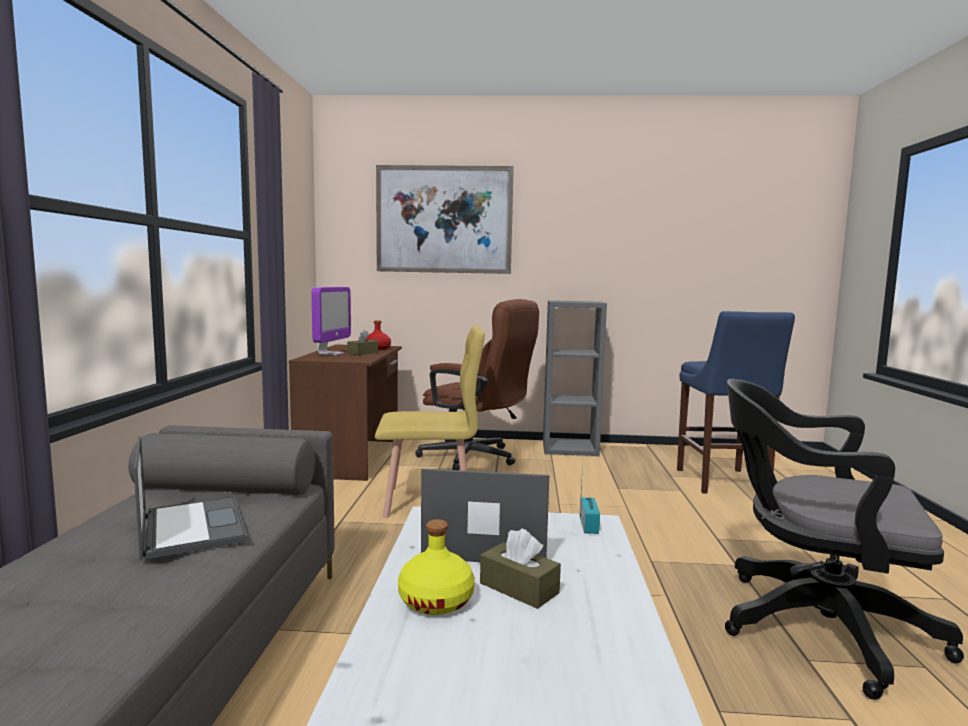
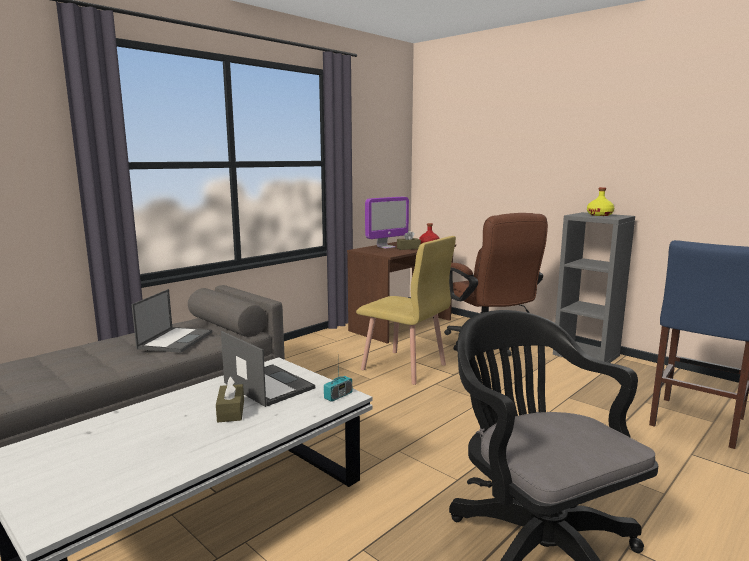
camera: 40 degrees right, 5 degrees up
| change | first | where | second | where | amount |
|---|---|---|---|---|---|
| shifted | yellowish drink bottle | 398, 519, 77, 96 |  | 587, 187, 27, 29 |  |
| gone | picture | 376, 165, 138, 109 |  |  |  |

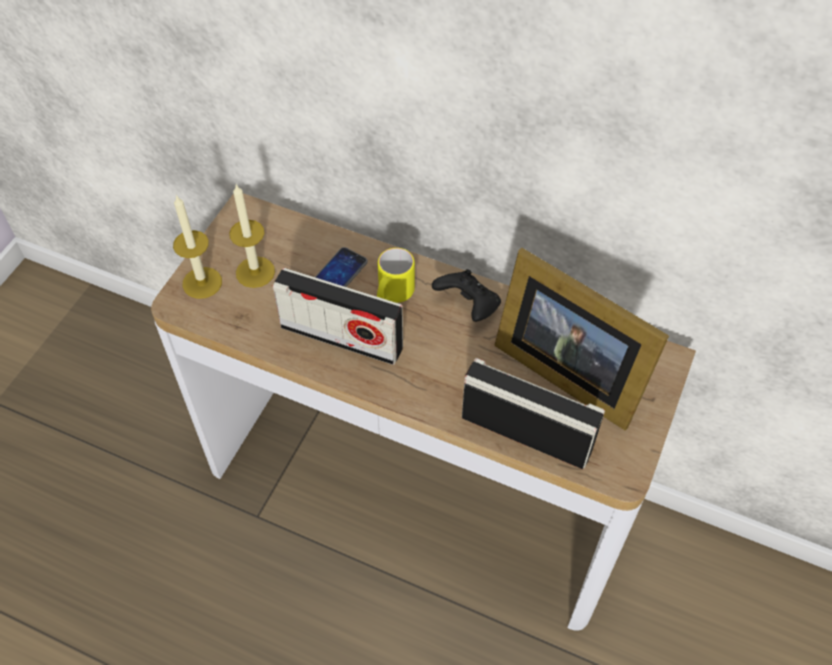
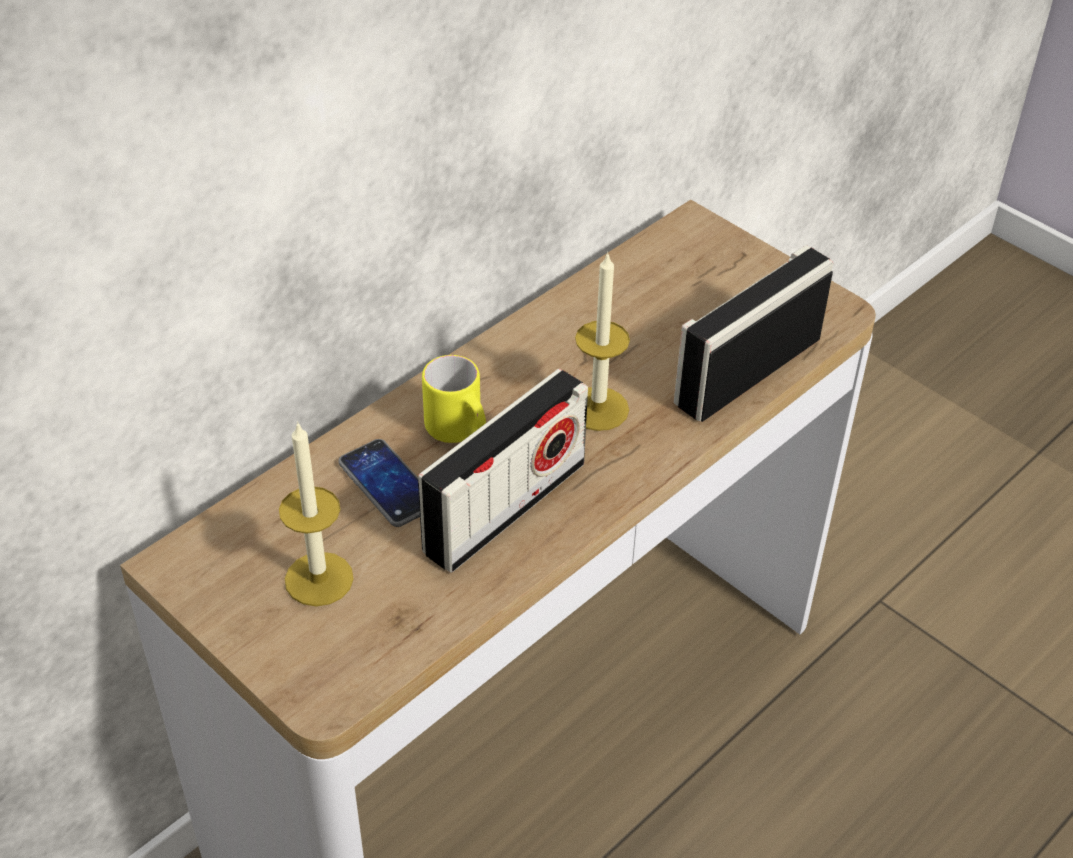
camera: 70 degrees left, 10 degrees down
| change | first | where | second | where | amount |
|---|---|---|---|---|---|
| shifted | wax light | 173, 195, 49, 104 |  | 575, 252, 55, 179 |  |
| gone | black-coloured joypad | 432, 269, 69, 53 |  |  |  |
| gone | photo frame | 494, 248, 175, 182 |  |  |  |

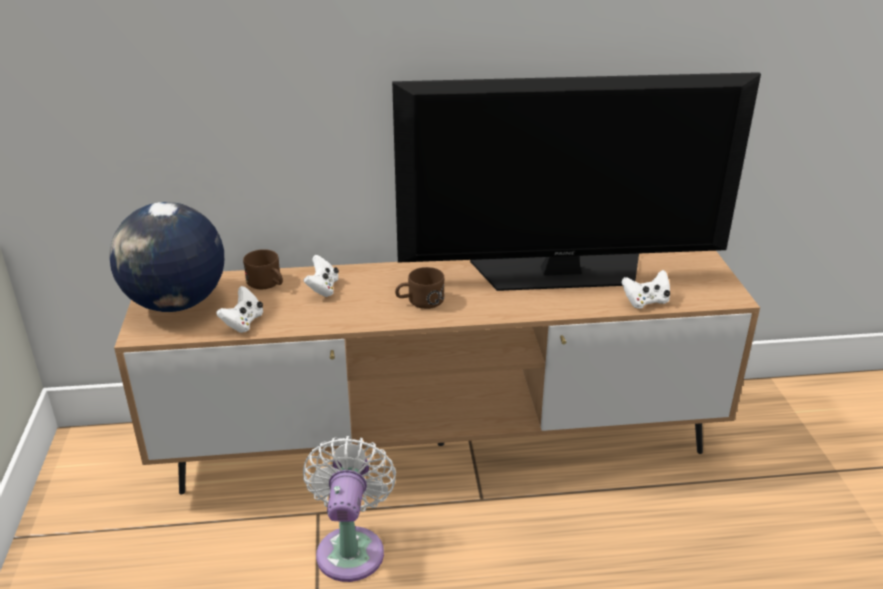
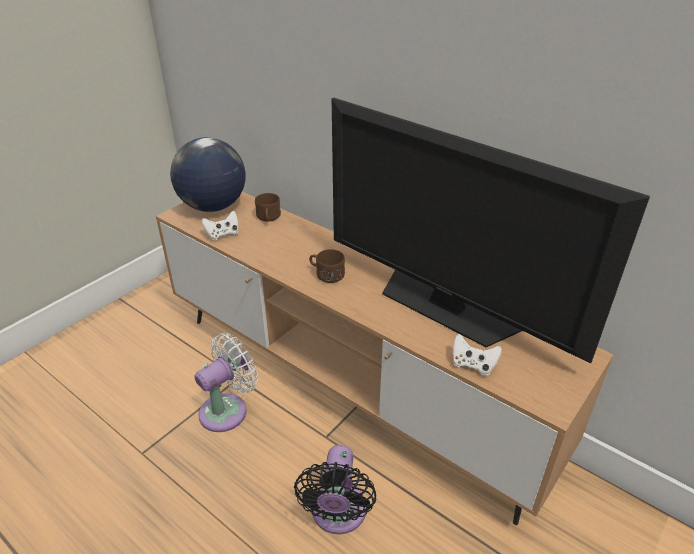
camera: 45 degrees right, 5 degrees up
| change | first | where | second | where | amount |
|---|---|---|---|---|---|
| new |  |  | black-coloured cooling fan | 294, 445, 82, 89 |  |
| gone | white-coloured joypad | 303, 255, 36, 42 |  |  |  |

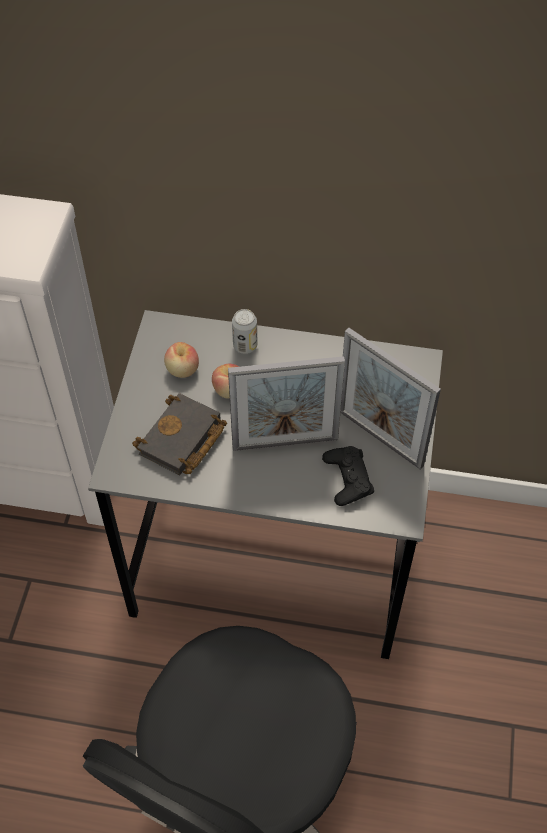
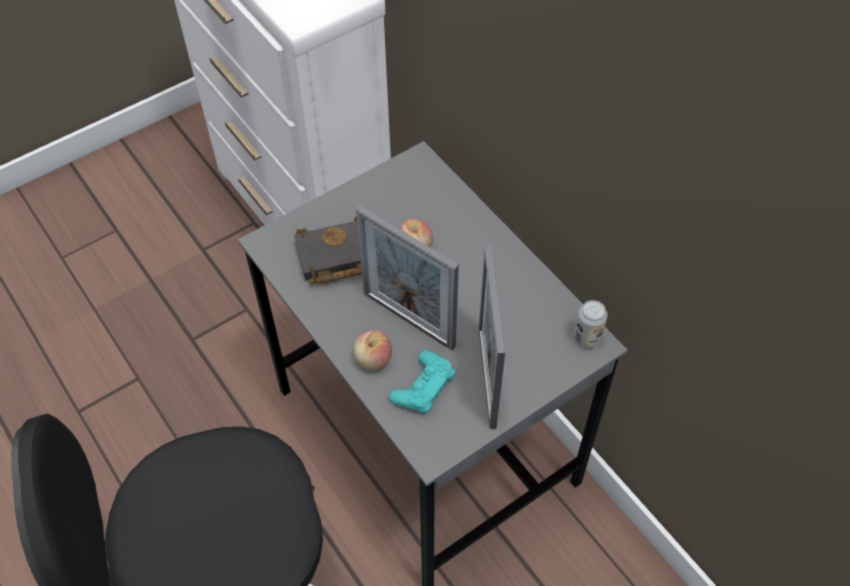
camera: 45 degrees right, 0 degrees up
| change | first | where | second | where | amount |
|---|---|---|---|---|---|
| shifted | whole apple | 164, 342, 35, 36 |  | 354, 330, 38, 41 |  |
| repainted | black-coloured joypad | 322, 446, 52, 60 | turquoise joypad | 389, 350, 67, 63 |  |
| shifted | sealed can | 232, 309, 25, 45 |  | 574, 300, 33, 48 |  |

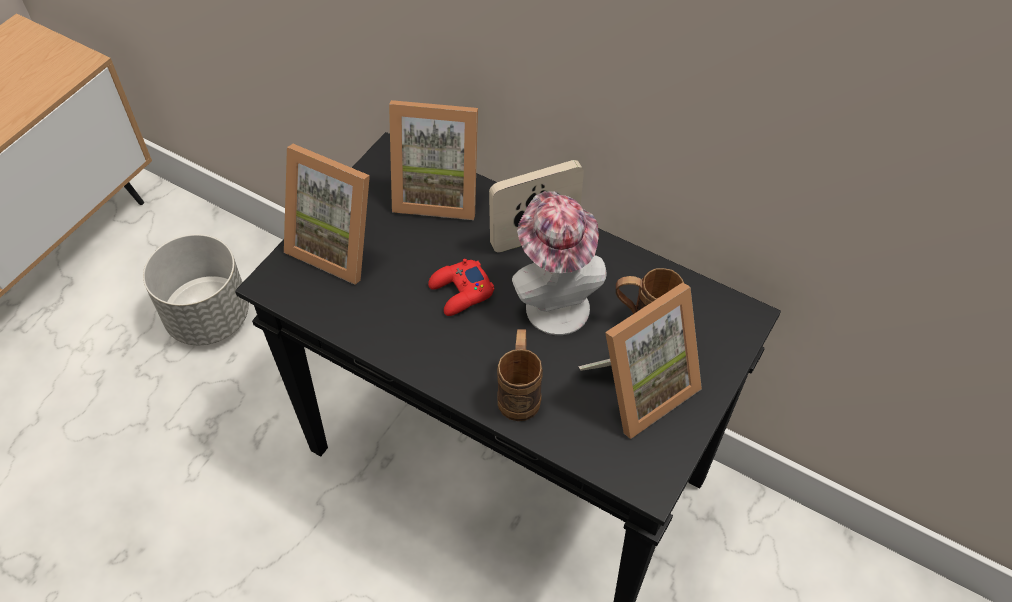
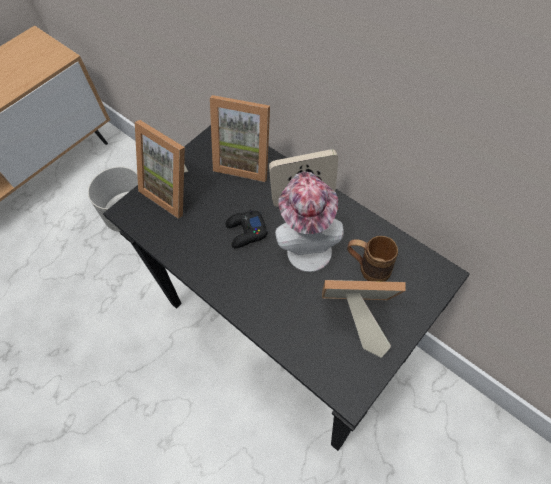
camera: 15 degrees right, 5 degrees up
| change | first | where | second | where | amount |
|---|---|---|---|---|---|
| repainted | reddish joypad | 428, 259, 66, 57 | black-coloured joypad | 225, 210, 43, 38 |  |
| rotated | photo frame | 578, 282, 124, 157 |  | 322, 280, 84, 78 | 150 degrees counterclockwise |
| gone | brown tea mug | 497, 329, 46, 92 |  |  |  |

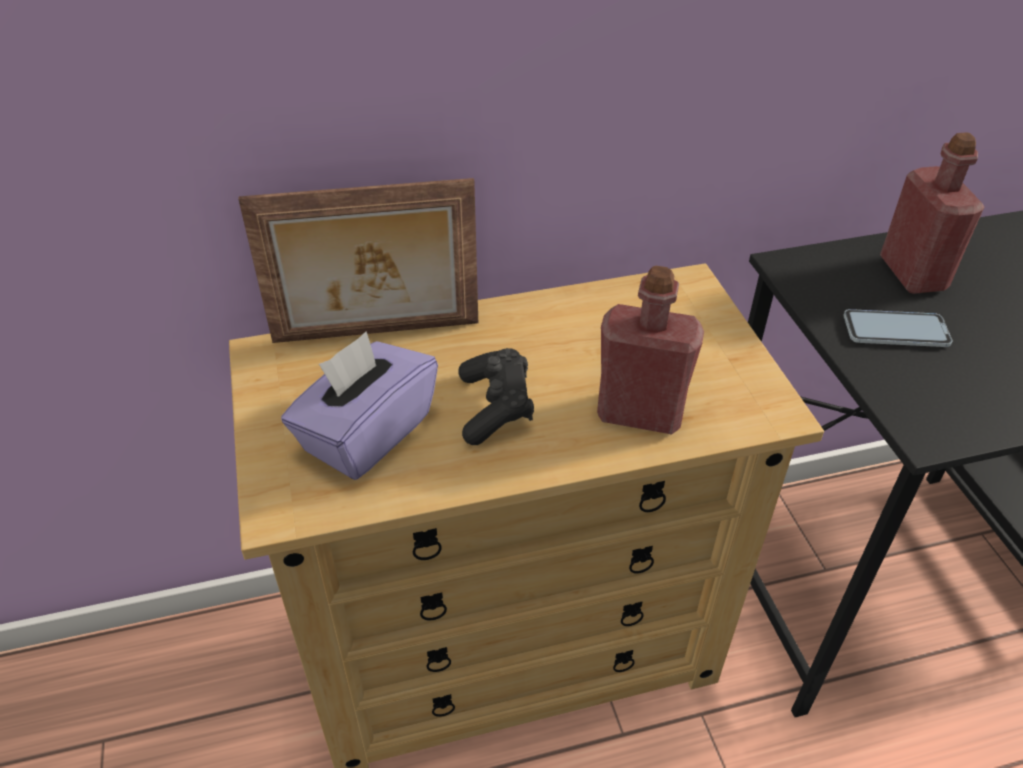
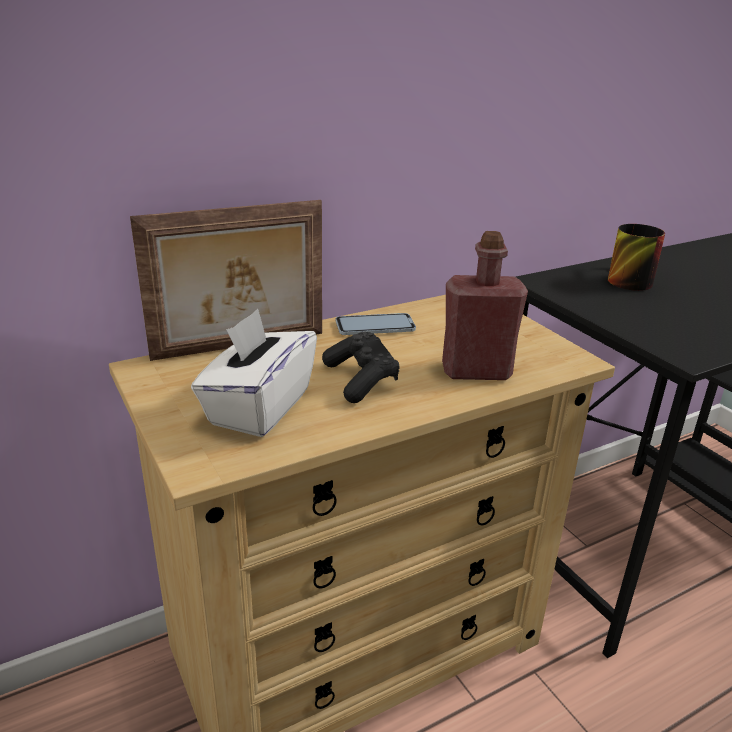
camera: 15 degrees left, 15 degrees down
| change | first | where | second | where | amount |
|---|---|---|---|---|---|
| repainted | purple tissue box | 281, 331, 157, 149 | white-coloured tissue box | 191, 309, 126, 128 |  |
| shifted | handset | 843, 309, 110, 38 |  | 336, 313, 80, 22 |  |
| swapped | reddish drink bottle | 880, 132, 105, 162 | tea mug | 608, 224, 57, 67 |  |

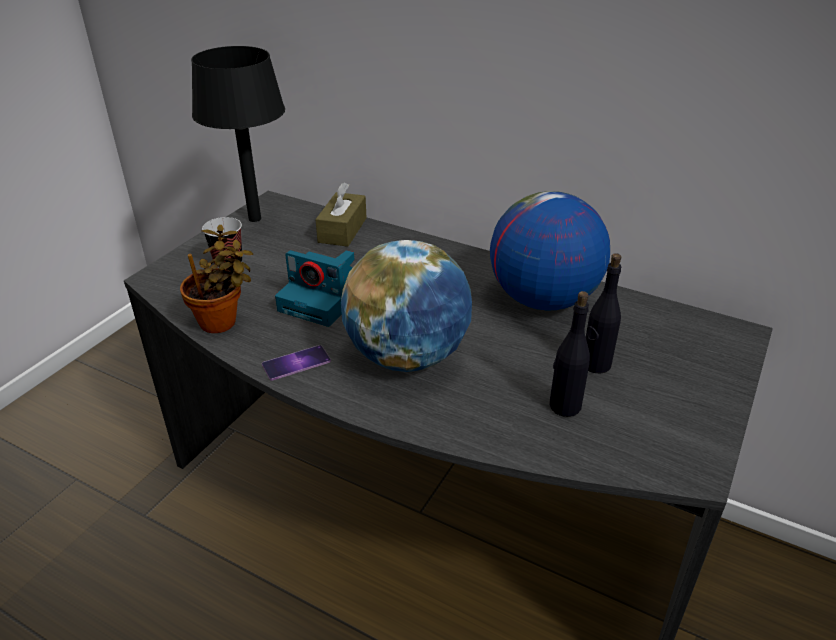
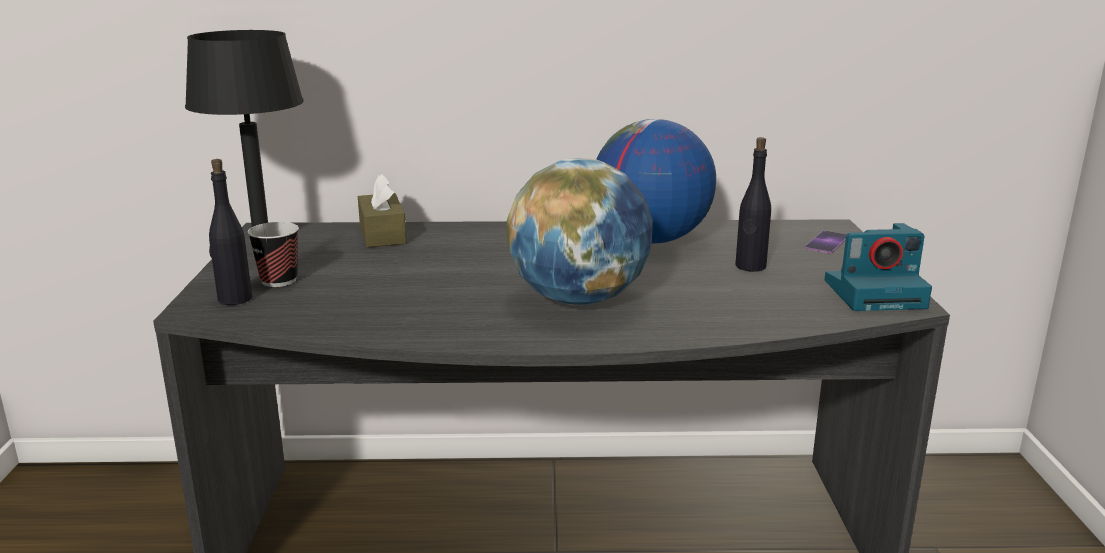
camera: 30 degrees left, 15 degrees down
| change | first | where | second | where | amount |
|---|---|---|---|---|---|
| shifted | black-coloured drink bottle | 550, 291, 40, 126 |  | 209, 159, 43, 146 |  |
| shifted | handset | 262, 345, 69, 36 |  | 804, 230, 43, 24 |  |
| shifted | photo camera | 275, 250, 79, 77 |  | 824, 223, 108, 88 |  |
| gone | houseplant | 180, 225, 73, 108 |  |  |  |

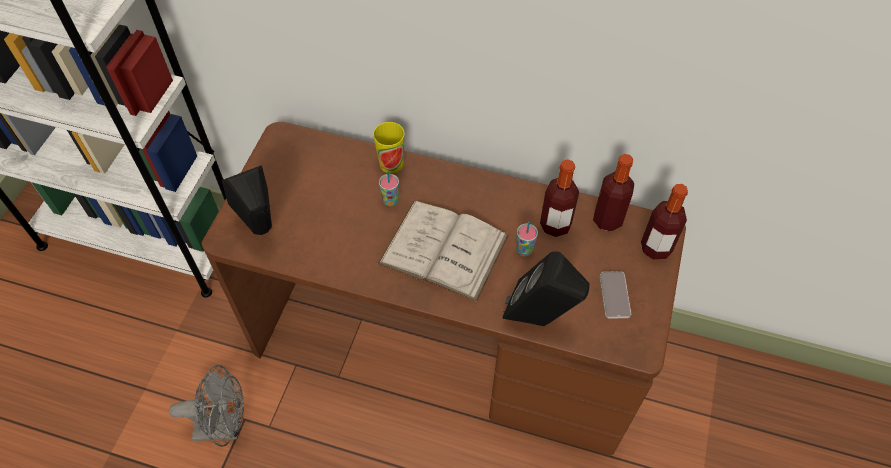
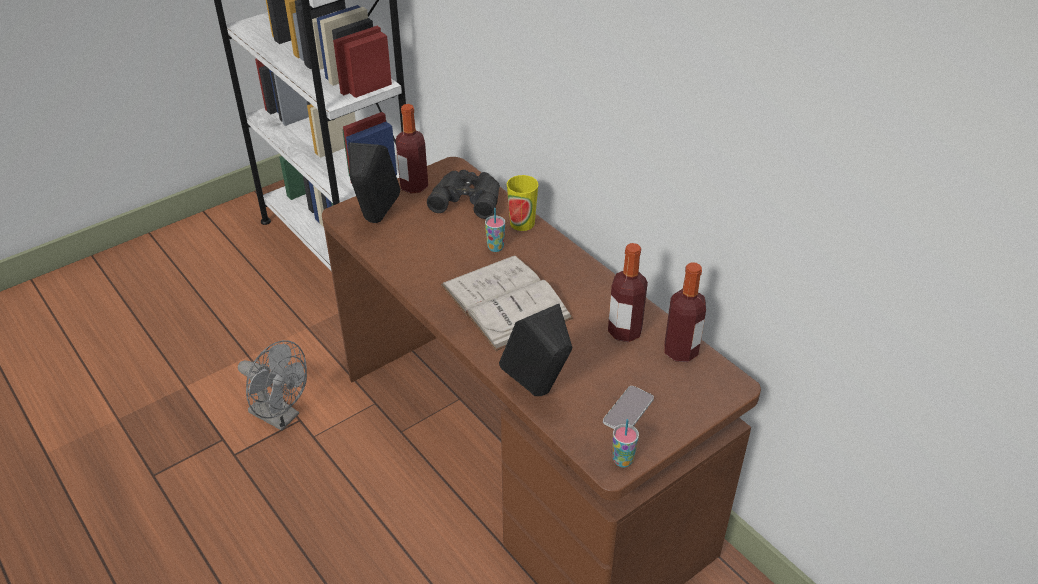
camera: 35 degrees right, 15 degrees down
| change | first | where | second | where | amount |
|---|---|---|---|---|---|
| shifted | drink bottle | 641, 184, 47, 76 |  | 396, 104, 32, 90 |  |
| new |  |  | black-coloured field glasses | 427, 170, 73, 49 |  |
| shifted | cup | 516, 222, 22, 34 |  | 613, 419, 26, 48 |  |

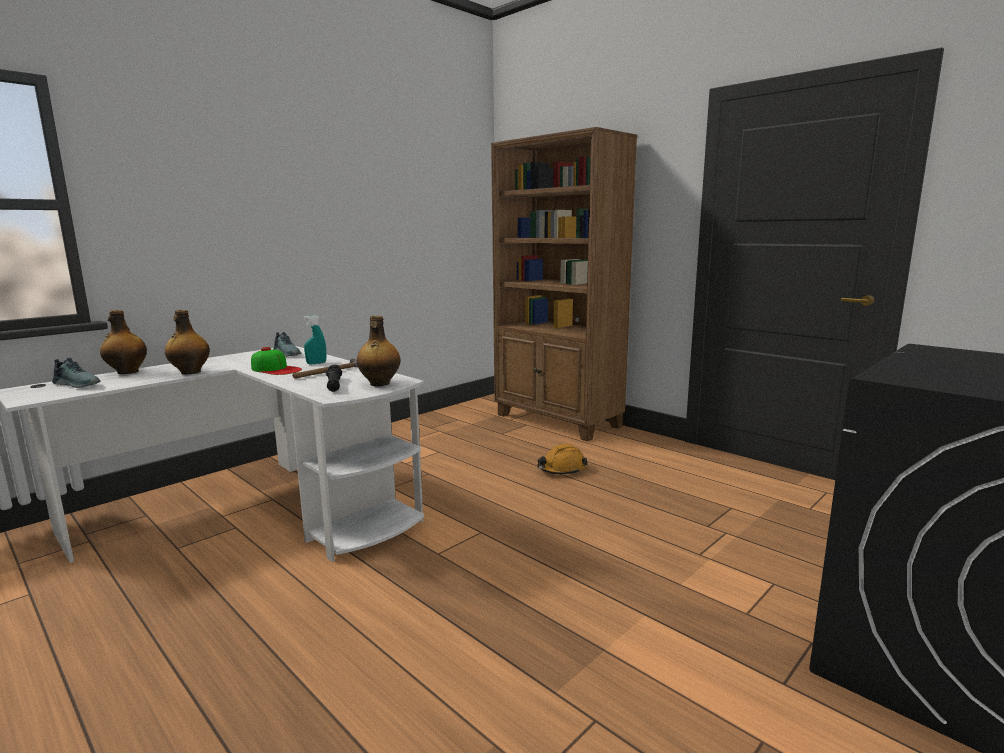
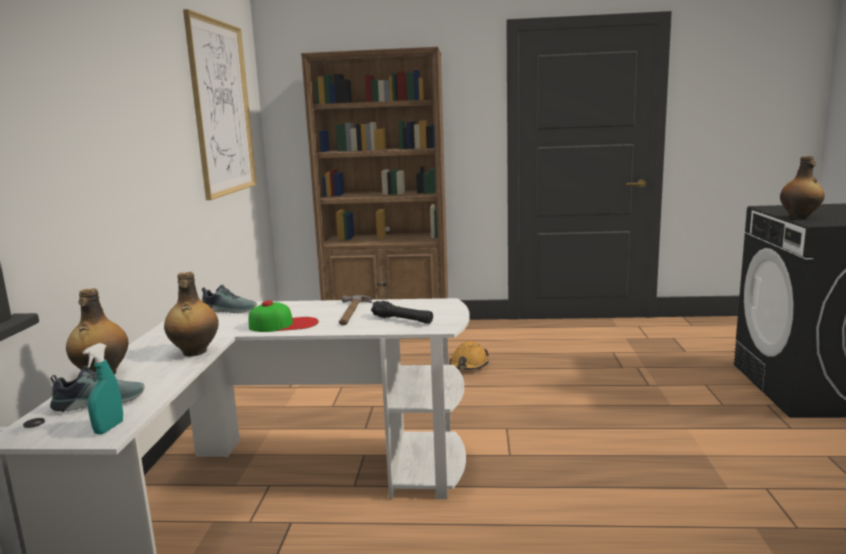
camera: 40 degrees left, 0 degrees up
| change | first | where | second | where | amount |
|---|---|---|---|---|---|
| shifted | turquoise hand sprayer | 304, 315, 22, 49 |  | 83, 343, 40, 91 |  |
| new |  |  | picture | 183, 9, 74, 191 |  |
| shifted | drink bottle | 357, 316, 43, 71 |  | 780, 156, 45, 63 |  |

